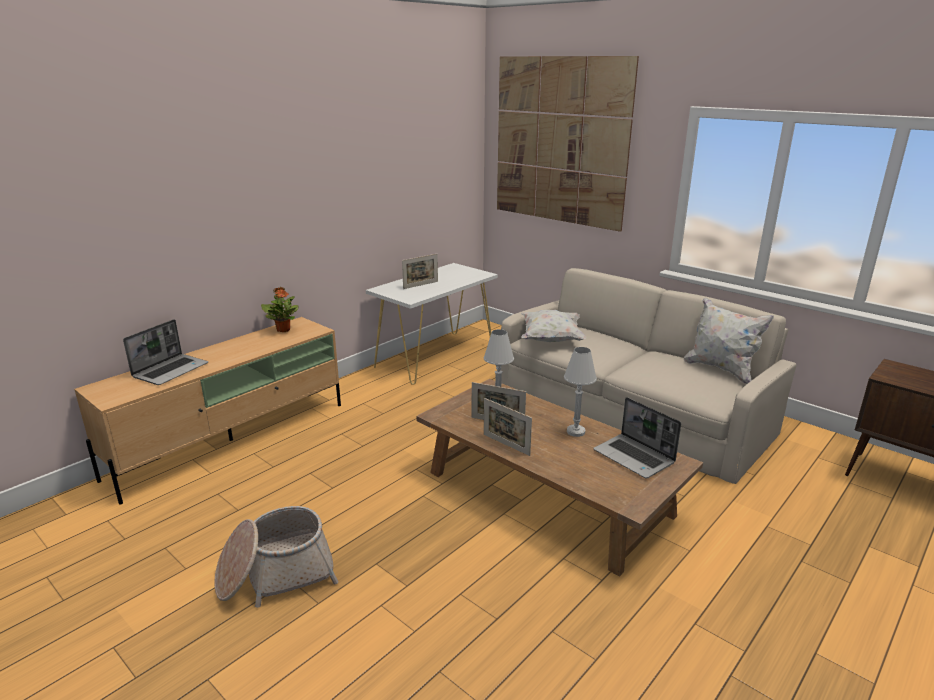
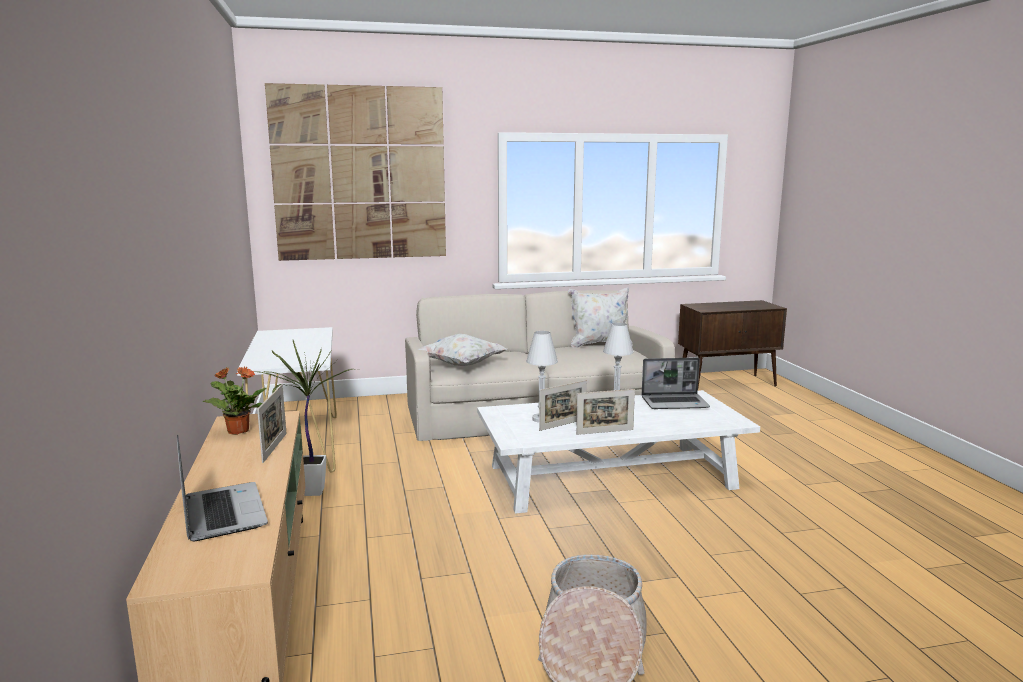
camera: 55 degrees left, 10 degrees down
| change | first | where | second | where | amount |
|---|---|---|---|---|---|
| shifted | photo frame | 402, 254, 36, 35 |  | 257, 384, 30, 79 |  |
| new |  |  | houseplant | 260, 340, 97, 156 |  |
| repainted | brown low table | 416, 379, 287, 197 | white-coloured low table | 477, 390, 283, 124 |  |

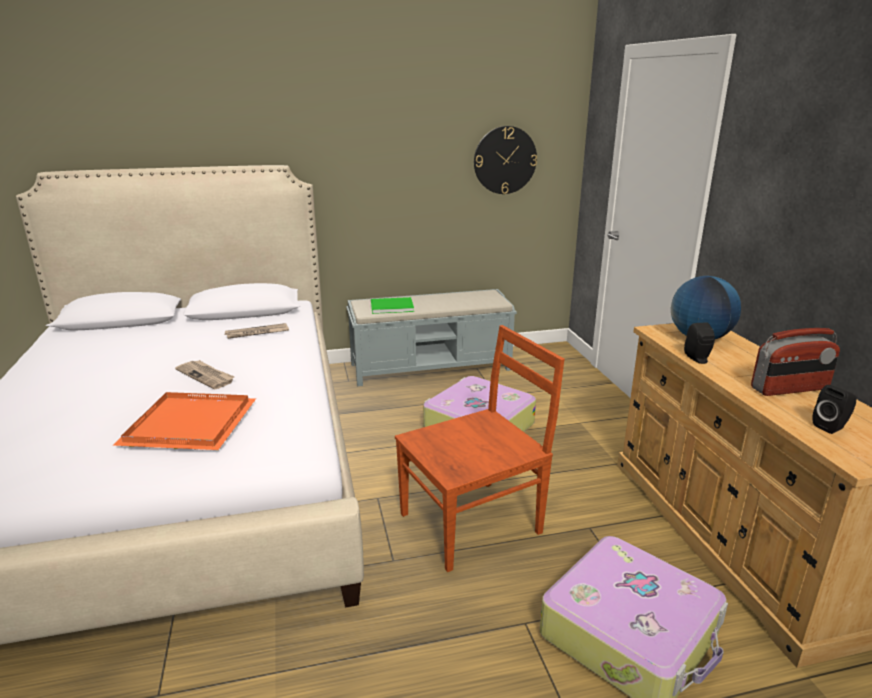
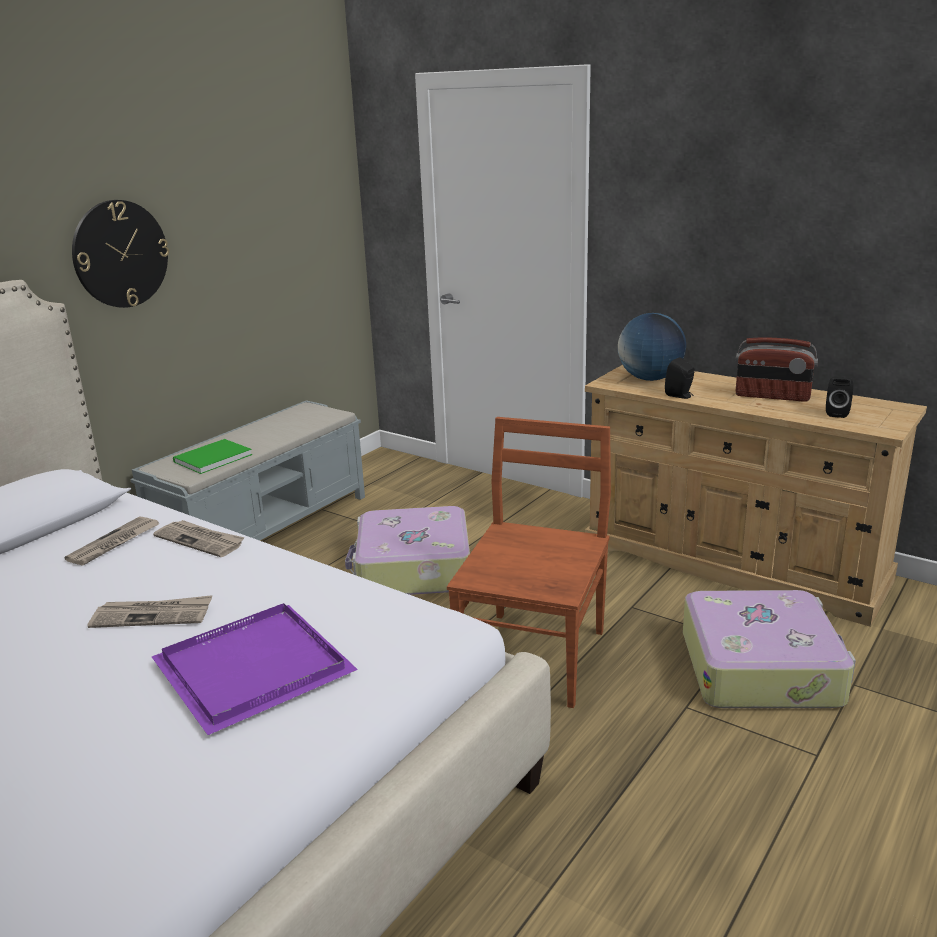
camera: 40 degrees left, 0 degrees up
| change | first | where | second | where | amount |
|---|---|---|---|---|---|
| shifted | wall clock | 474, 126, 63, 68 |  | 72, 200, 97, 108 |  |
| repainted | orangey serving tray | 113, 392, 143, 58 | purple serving tray | 152, 603, 206, 132 |  |
| new |  |  | newspaper | 153, 520, 92, 37 |  |
| rotated | radio set | 751, 328, 89, 68 |  | 736, 337, 82, 65 | 75 degrees clockwise |

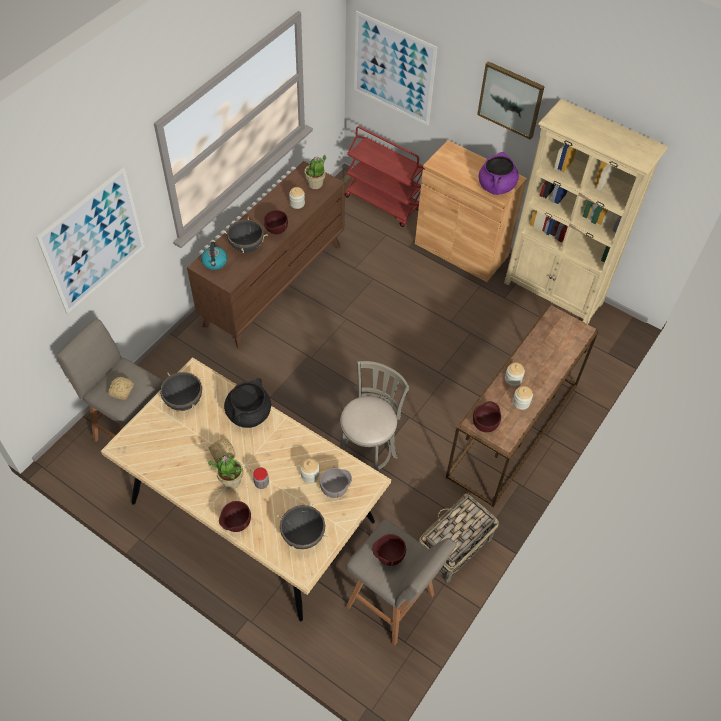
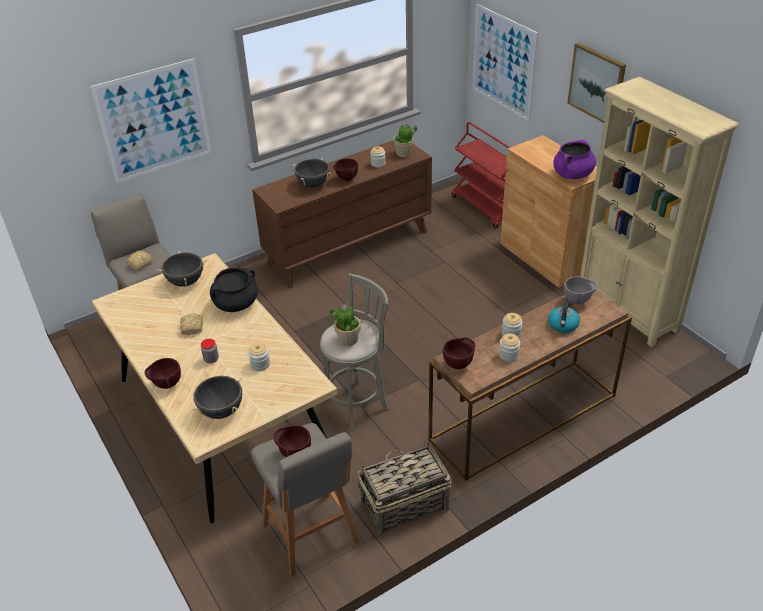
camera: 25 degrees right, 15 degrees down
| change | first | where | second | where | amount |
|---|---|---|---|---|---|
| shifted | houseplant | 208, 455, 35, 34 |  | 329, 304, 32, 42 |  |
| shifted | water kettle | 201, 242, 26, 28 |  | 548, 299, 32, 34 |  |
| shifted | greyish bowl | 320, 468, 32, 30 |  | 564, 276, 33, 29 |  |

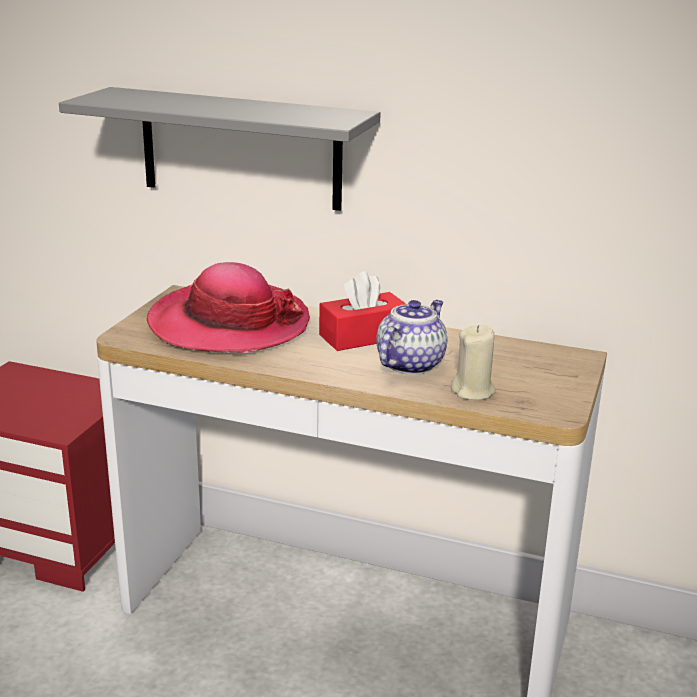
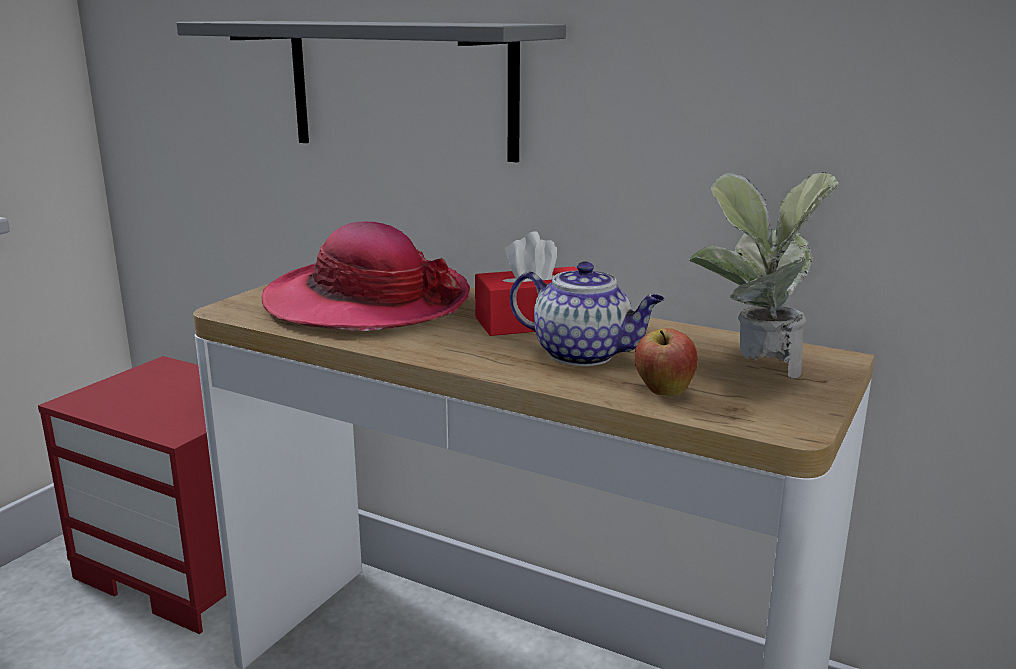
camera: 10 degrees right, 5 degrees down
| change | first | where | second | where | amount |
|---|---|---|---|---|---|
| rotated | pot for tea | 376, 300, 72, 75 |  | 510, 261, 154, 105 | 75 degrees clockwise |
| swapped | sand-coloured wax light | 451, 325, 45, 75 | whole apple | 634, 328, 64, 68 |  |
| new |  |  | houseplant | 689, 172, 150, 206 |  |

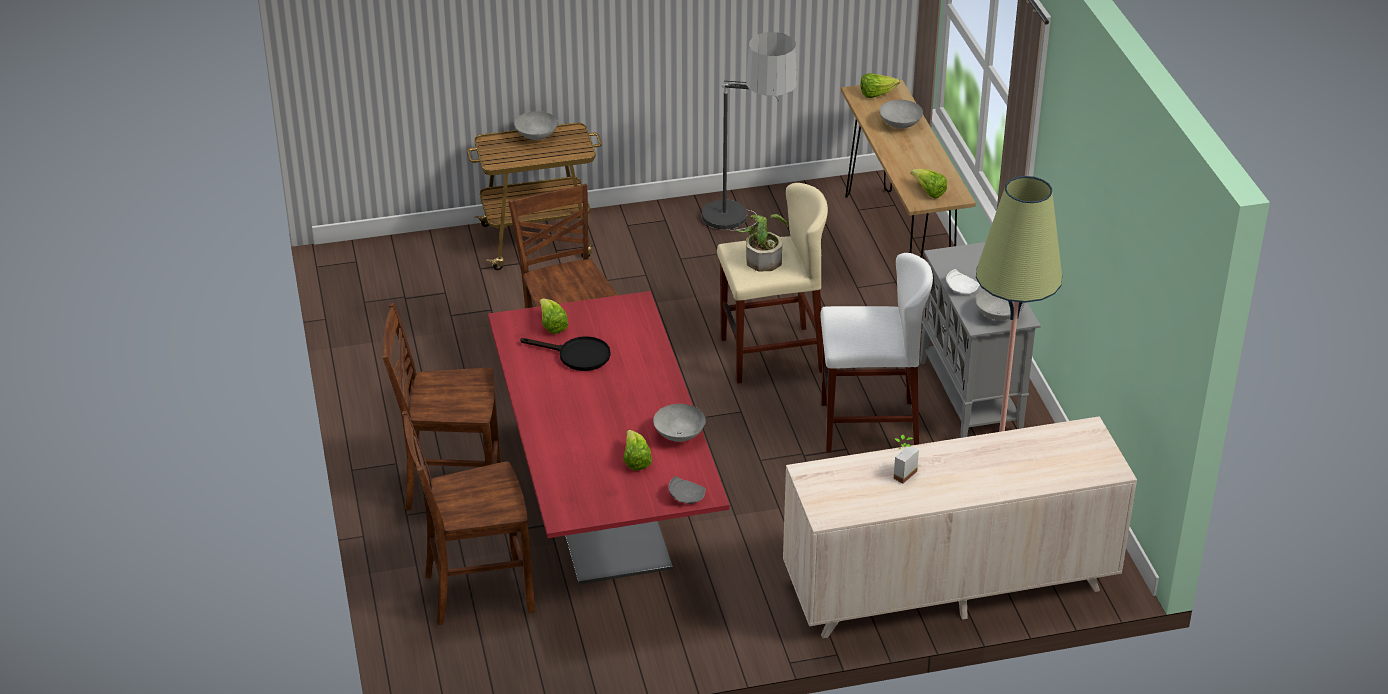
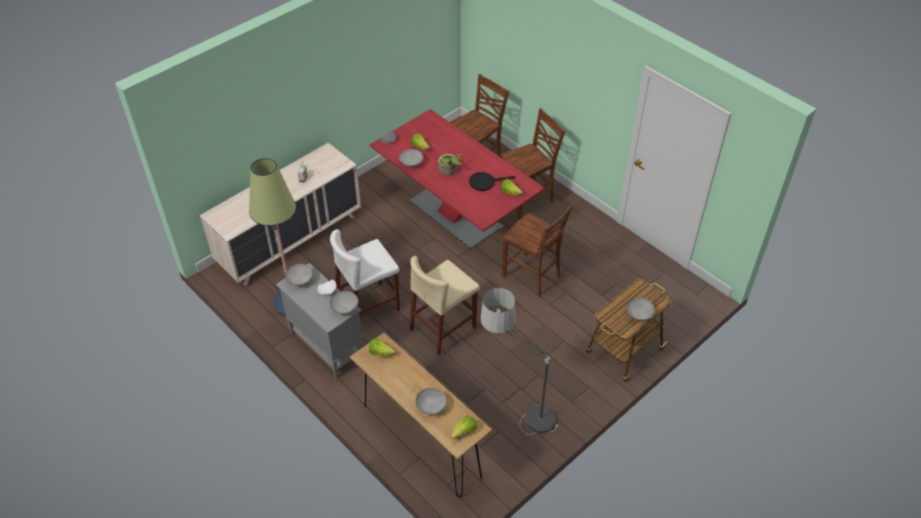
camera: 150 degrees right, 10 degrees up
| change | first | where | second | where | amount |
|---|---|---|---|---|---|
| new |  |  | greyish bowl | 330, 291, 28, 23 |  |
| shifted | houseplant | 736, 214, 52, 57 |  | 438, 154, 24, 22 |  |

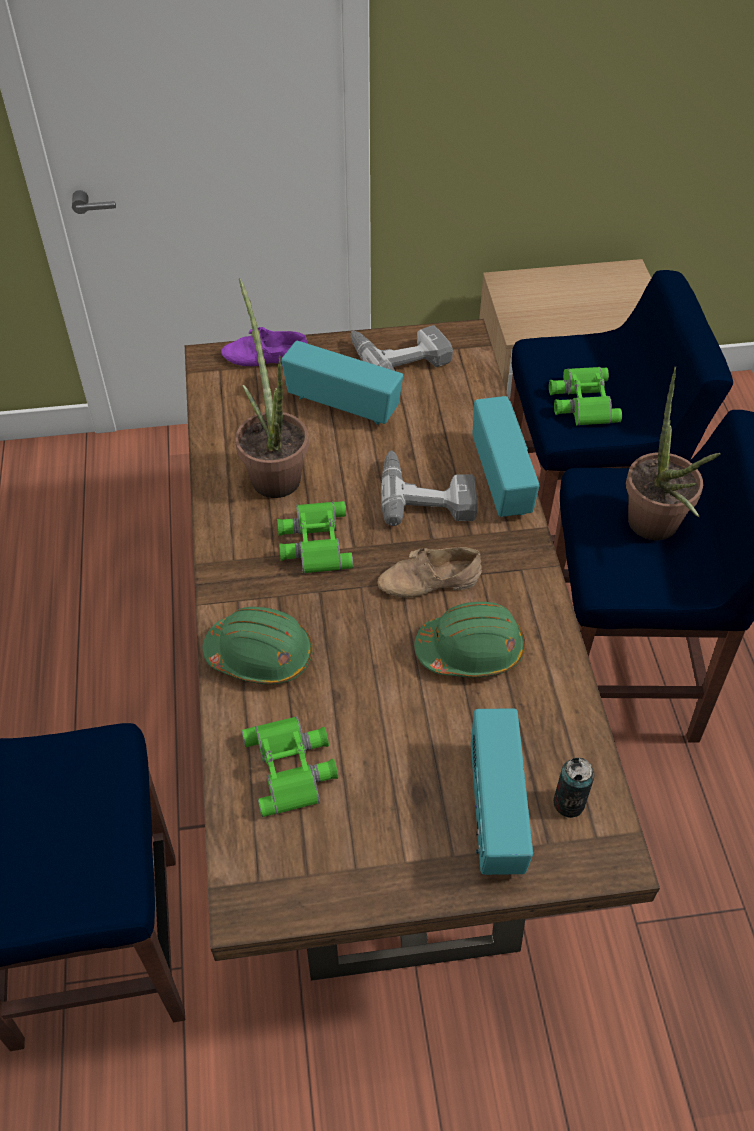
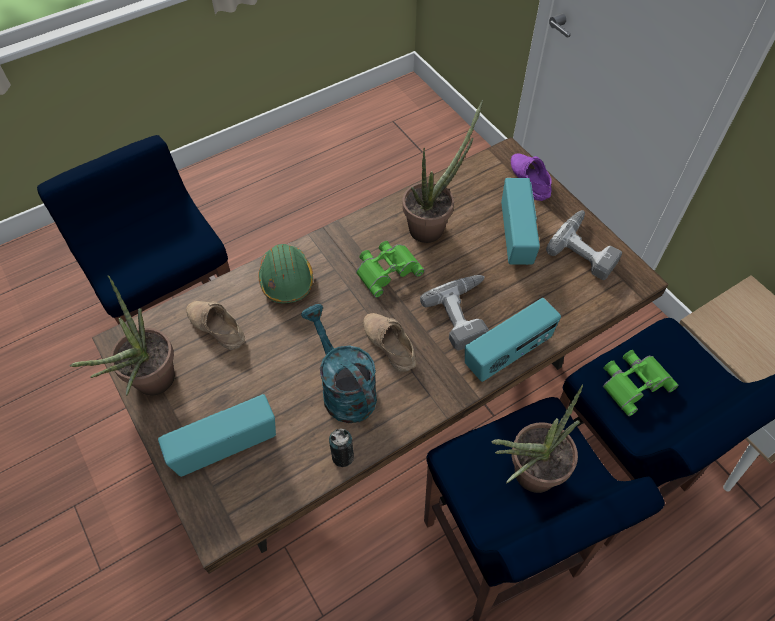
camera: 65 degrees right, 5 degrees up
| change | first | where | second | where | amount |
|---|---|---|---|---|---|
| new |  |  | houseplant | 69, 275, 106, 121 |  |
| swapped | green-coloured field glasses | 242, 716, 96, 101 | sand-coloured item of footwear | 186, 301, 59, 49 |  |
| swapped | green-coloured hard hat | 414, 602, 111, 75 | turquoise watering can | 301, 304, 76, 119 |  |
| shifted | sealed can | 553, 758, 41, 60 |  | 329, 429, 25, 38 |  |

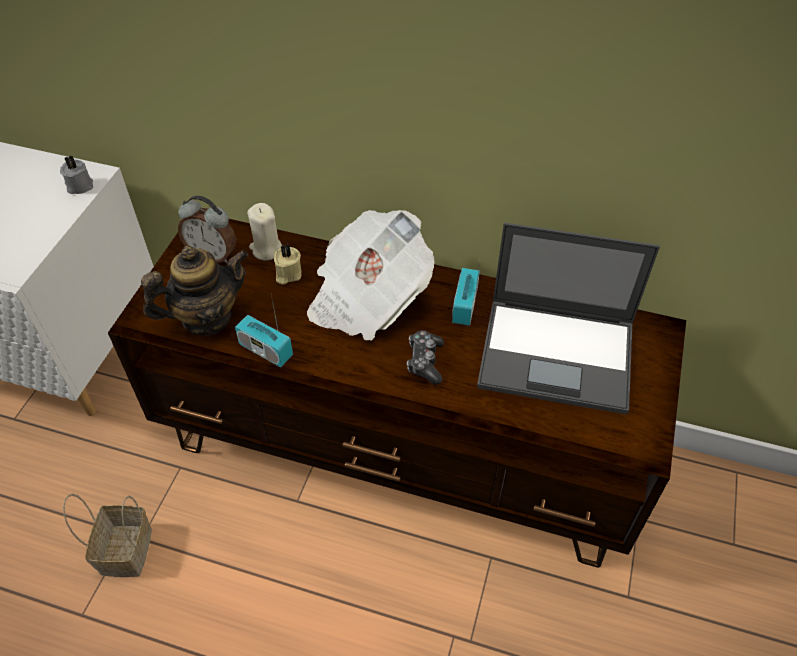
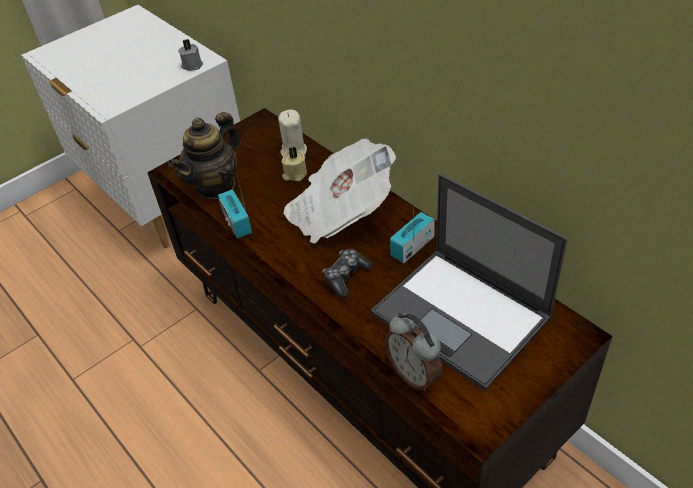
camera: 35 degrees right, 5 degrees down
| change | first | where | second | where | amount |
|---|---|---|---|---|---|
| rotated | pot for tea | 141, 246, 107, 90 |  | 168, 112, 72, 87 | 120 degrees clockwise |
| shifted | alarm clock | 178, 195, 58, 68 |  | 384, 313, 58, 78 |  |
| gone | basket | 63, 494, 89, 83 |  |  |  |

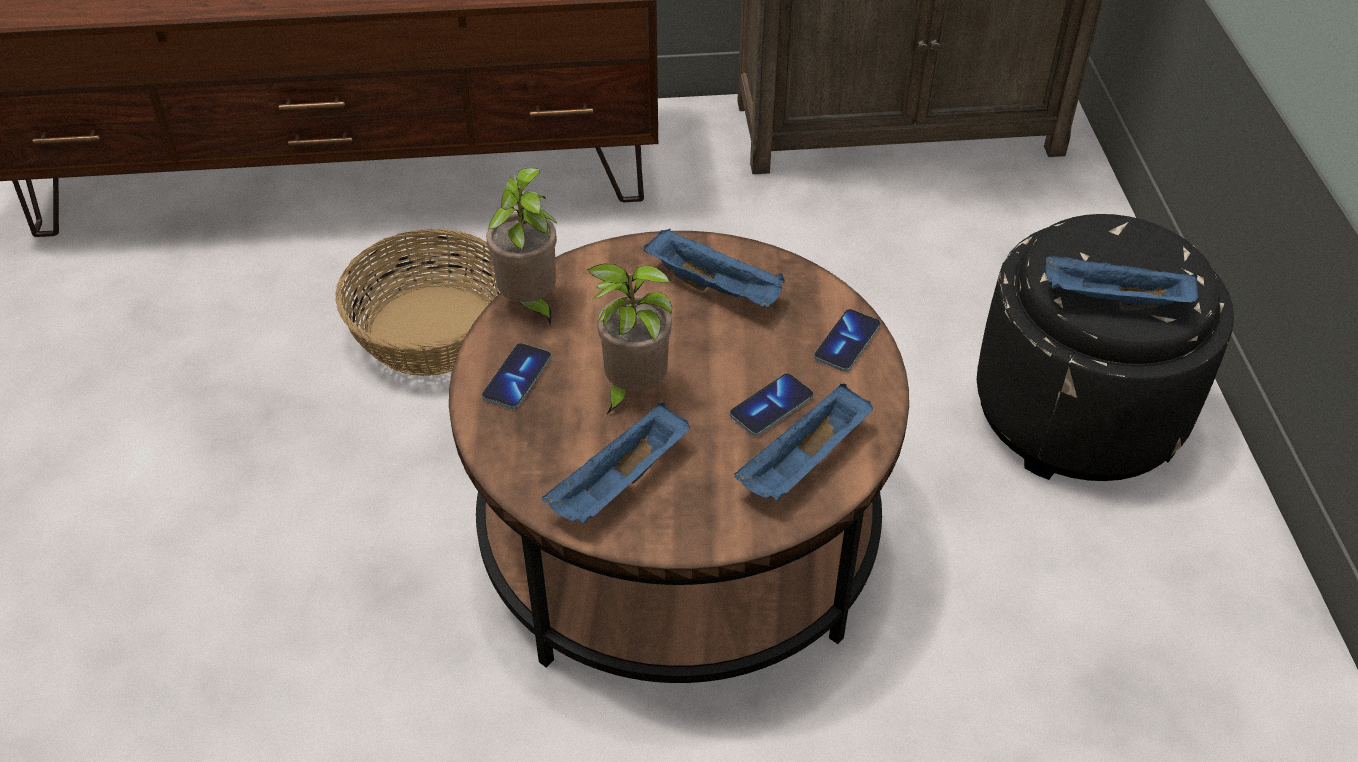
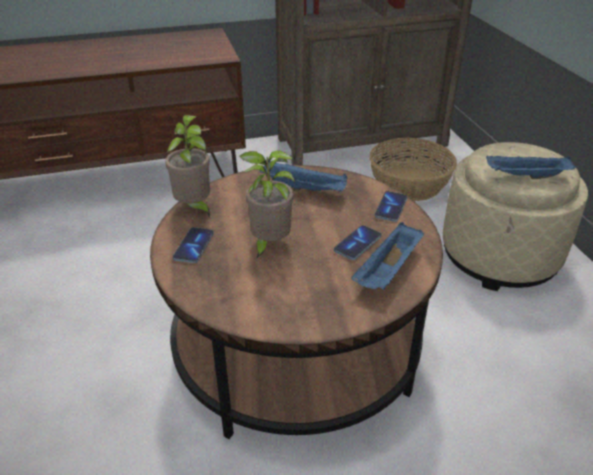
camera: 10 degrees left, 10 degrees down
| change | first | where | second | where | amount |
|---|---|---|---|---|---|
| shifted | basket | 335, 228, 165, 148 |  | 370, 138, 87, 63 |  |
| repainted | black-coloured footrest | 977, 214, 257, 267 | sand-coloured footrest | 443, 142, 145, 149 |  |
| gone | blue-coloured serving tray | 542, 403, 148, 122 |  |  |  |

